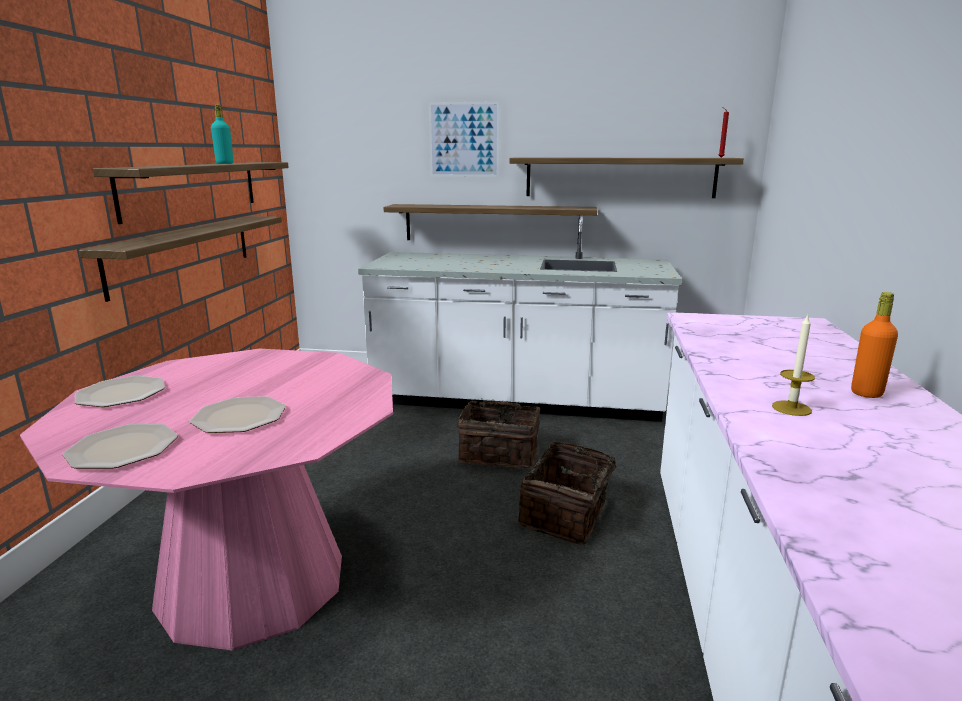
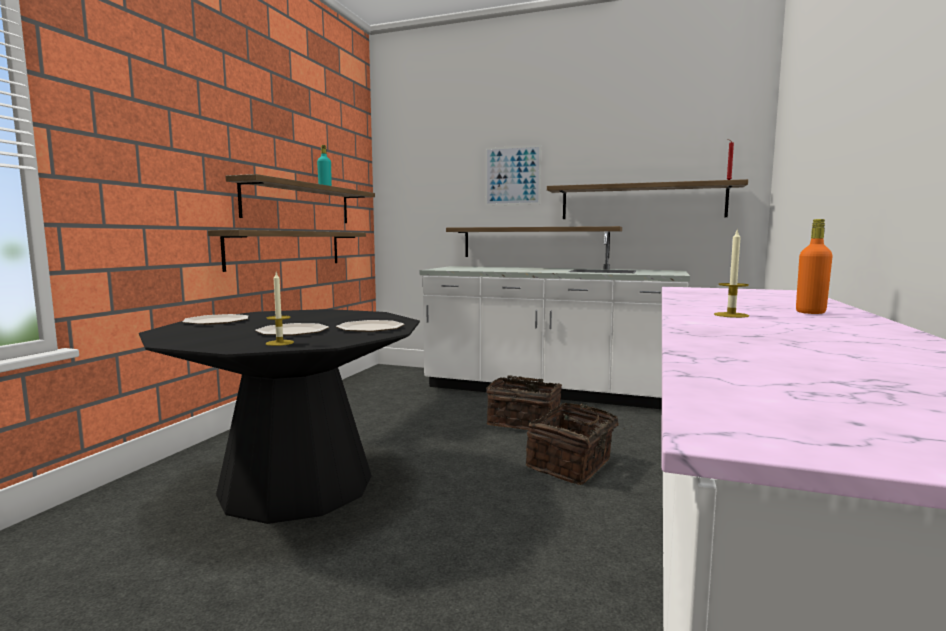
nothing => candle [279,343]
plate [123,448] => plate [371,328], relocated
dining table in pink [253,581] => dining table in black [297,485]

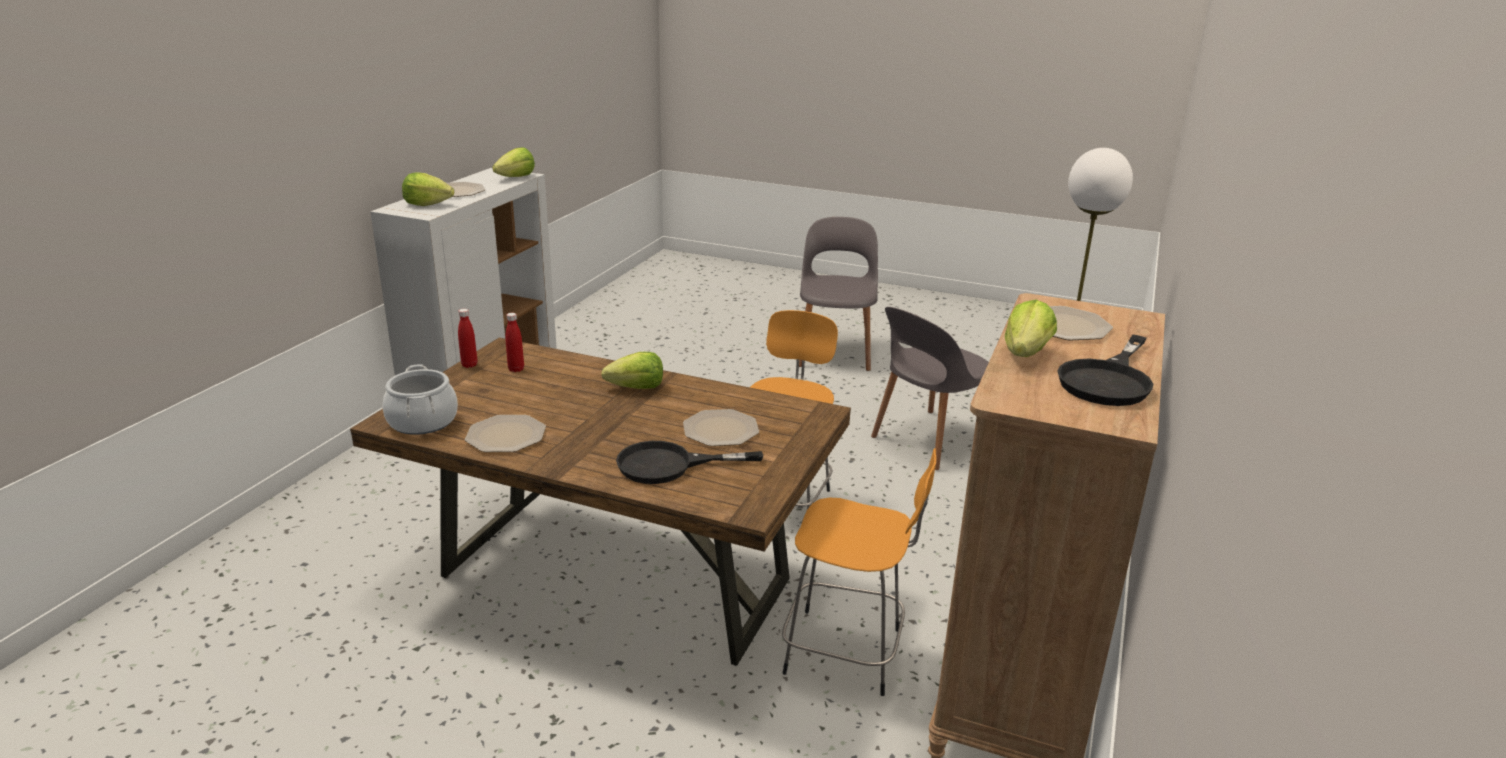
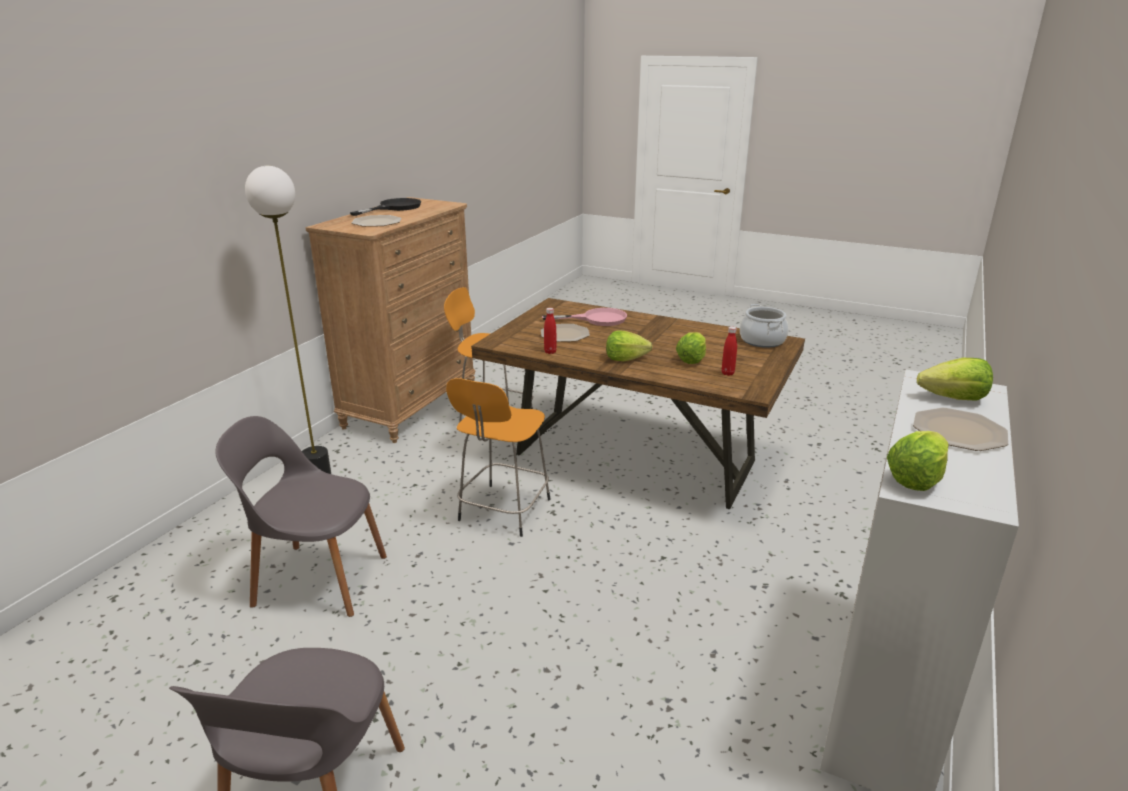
plate [506,436] => nothing
bottle in red [469,365] => bottle in red [550,352], relocated
lettuce [1025,353] => lettuce [692,359], relocated
frying pan in black [669,465] => frying pan in pink [596,319]
chair in grey [929,440] => chair in grey [317,579], 135 degrees counterclockwise

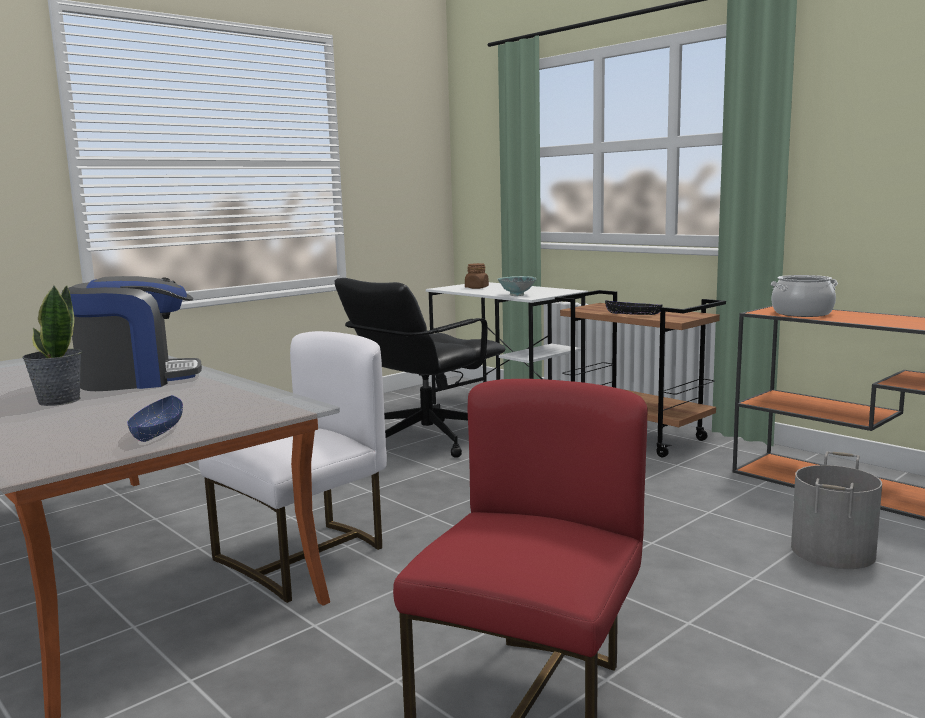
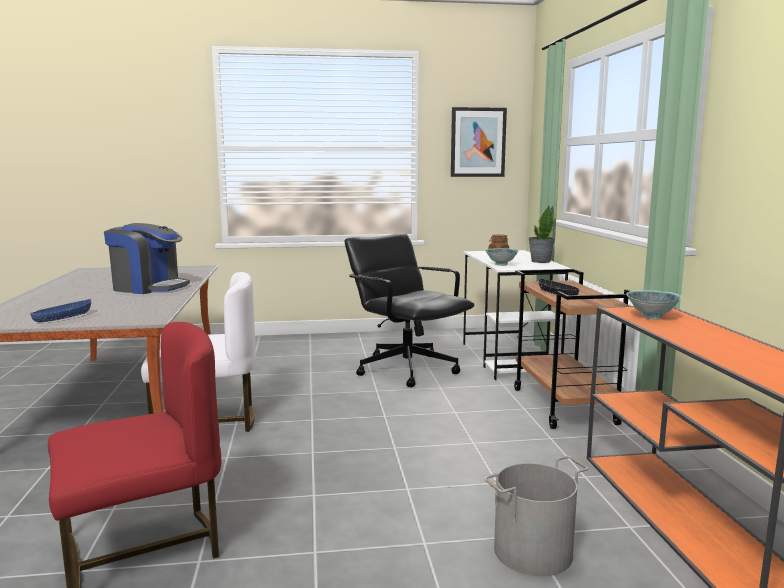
nothing => picture [478,142]
potted plant [58,401] => potted plant [540,261], relocated
cooking pot [802,313] => bowl [651,317]
office chair in black [425,440] => office chair in black [406,369], 60 degrees clockwise

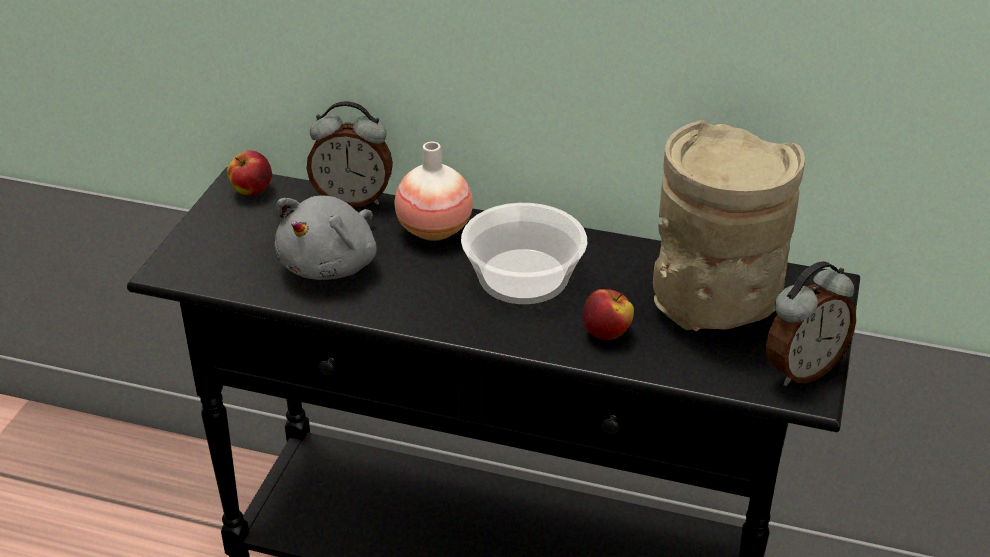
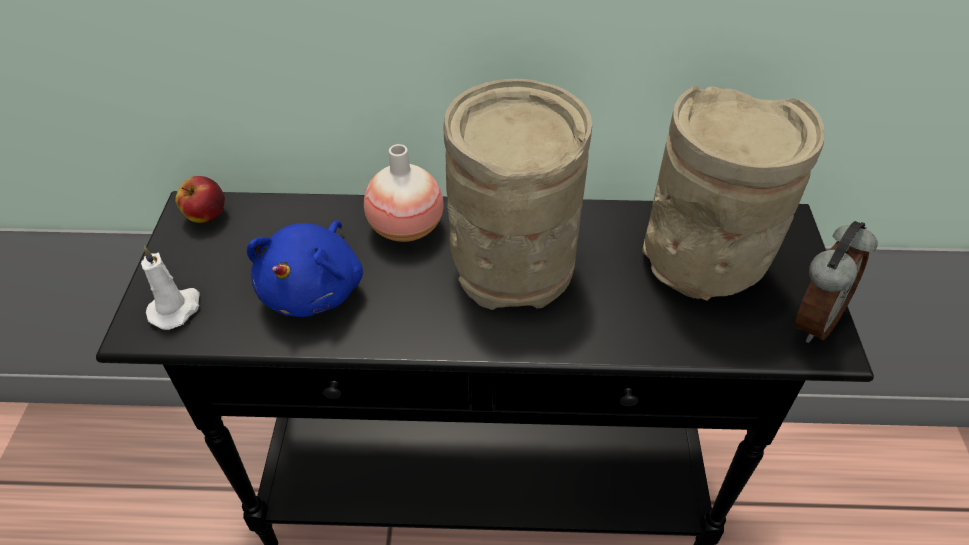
alarm clock [353,199] => nothing
apple [606,333] => nothing
nothing => candle in white [176,309]
bowl [524,275] => vase in beige [512,264]
plush toy in grey [332,265] => plush toy in blue [315,289]

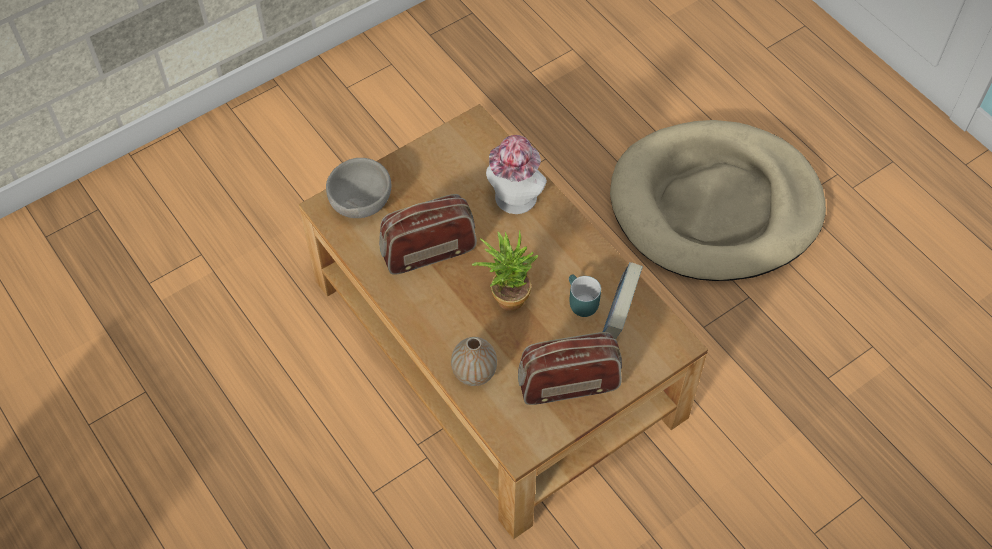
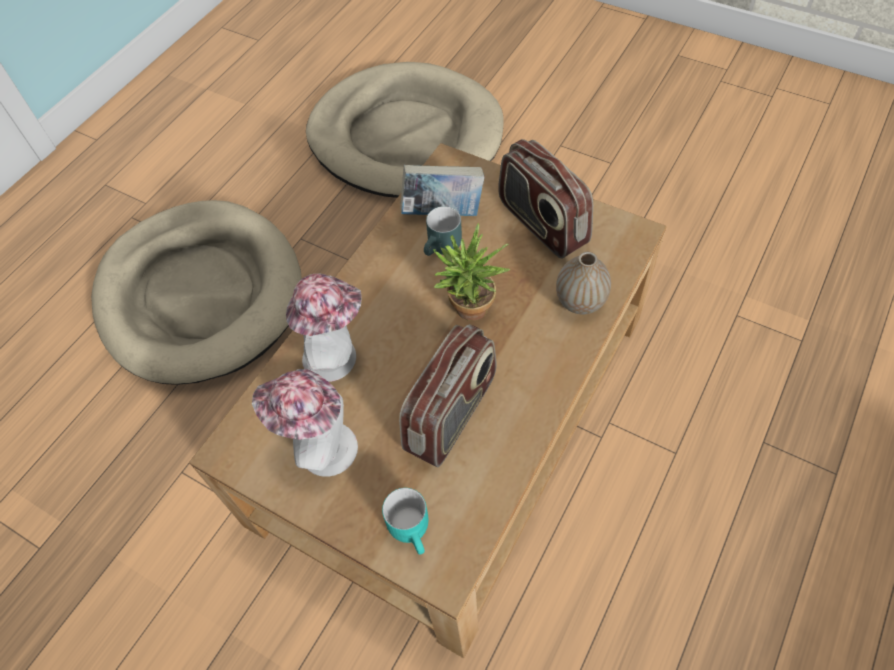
nothing => hat [320,448]
nothing => dog bed in beige [406,136]
bowl in grey [362,202] => mug in turquoise [414,529]
radio [428,251] => radio [452,414], 105 degrees counterclockwise

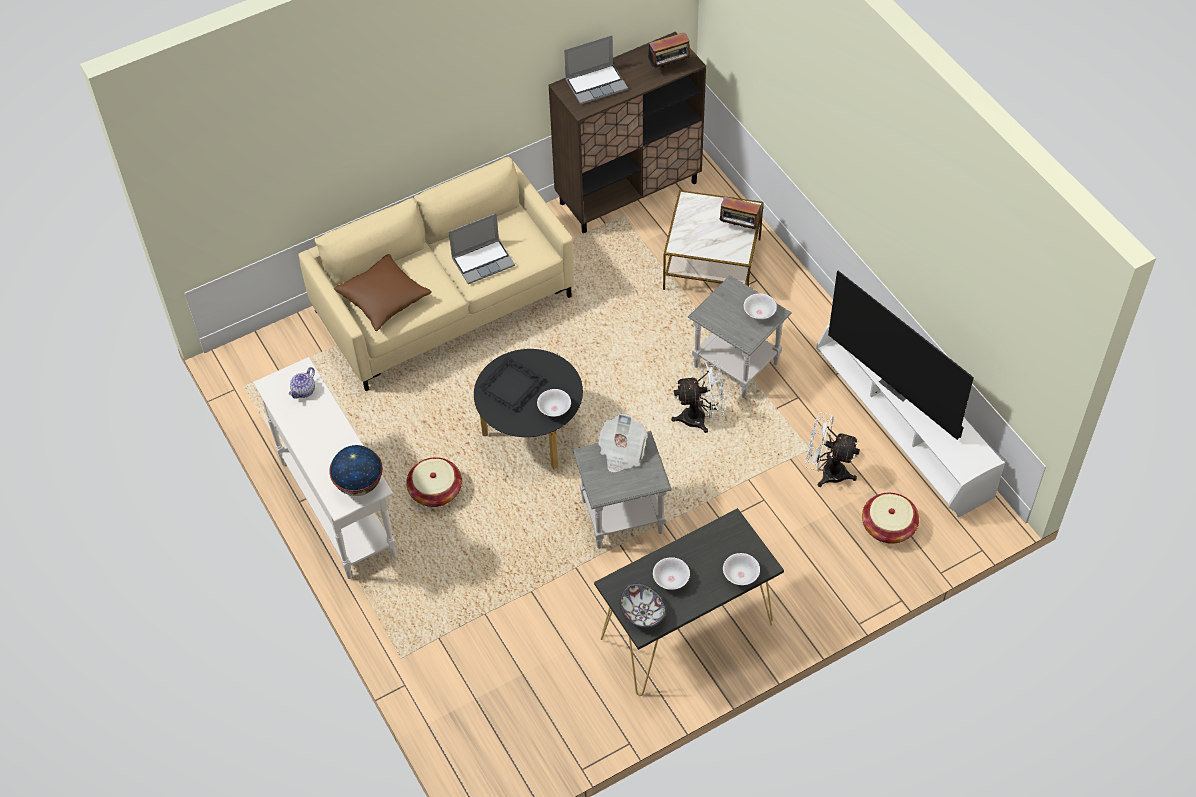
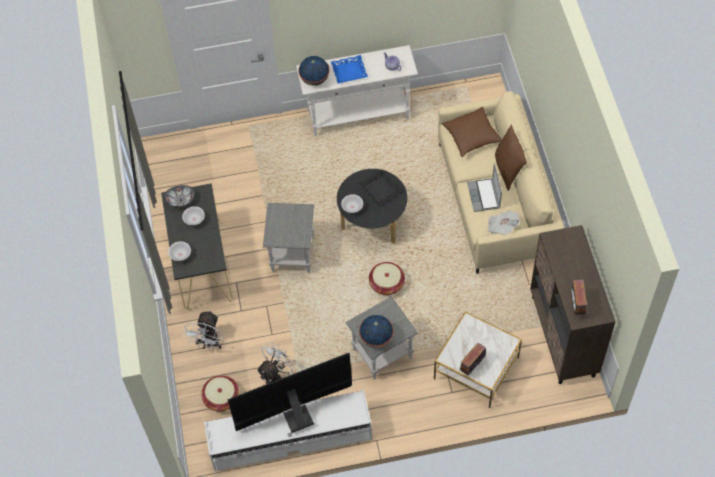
laptop [596,84] => nothing
nothing => tray in blue [349,71]
nothing => pillow in brown [508,170]
basket [435,491] => basket [386,283], relocated
newspaper [621,452] => newspaper [501,227], relocated
fan in white [700,417] => fan in white [209,343], relocated
bowl in white [759,313] => globe [376,338]

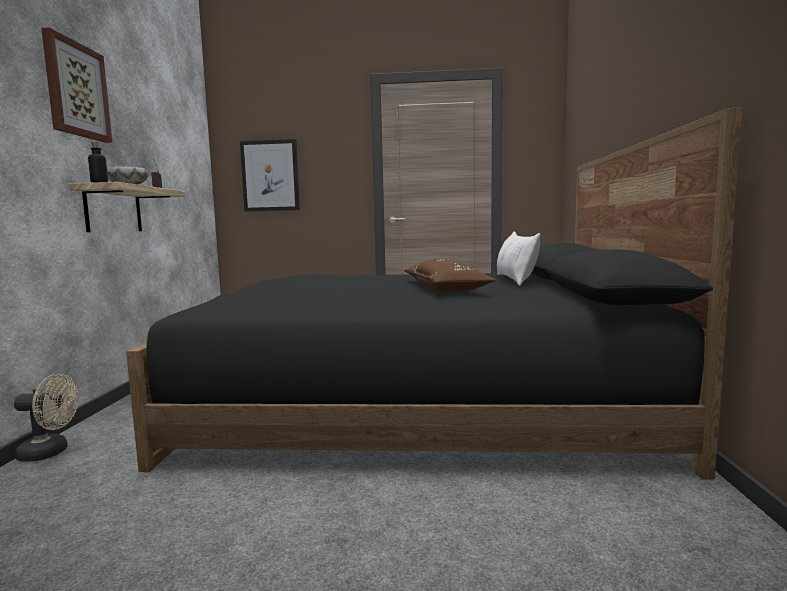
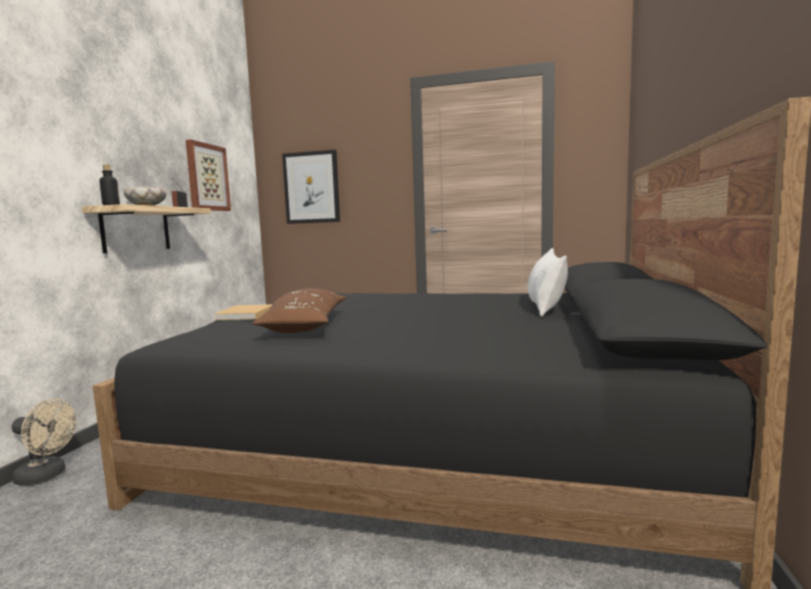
nothing => book in beige [245,315]
picture [76,90] => picture [207,177], relocated
pillow in brown [445,289] => pillow in brown [306,325], relocated

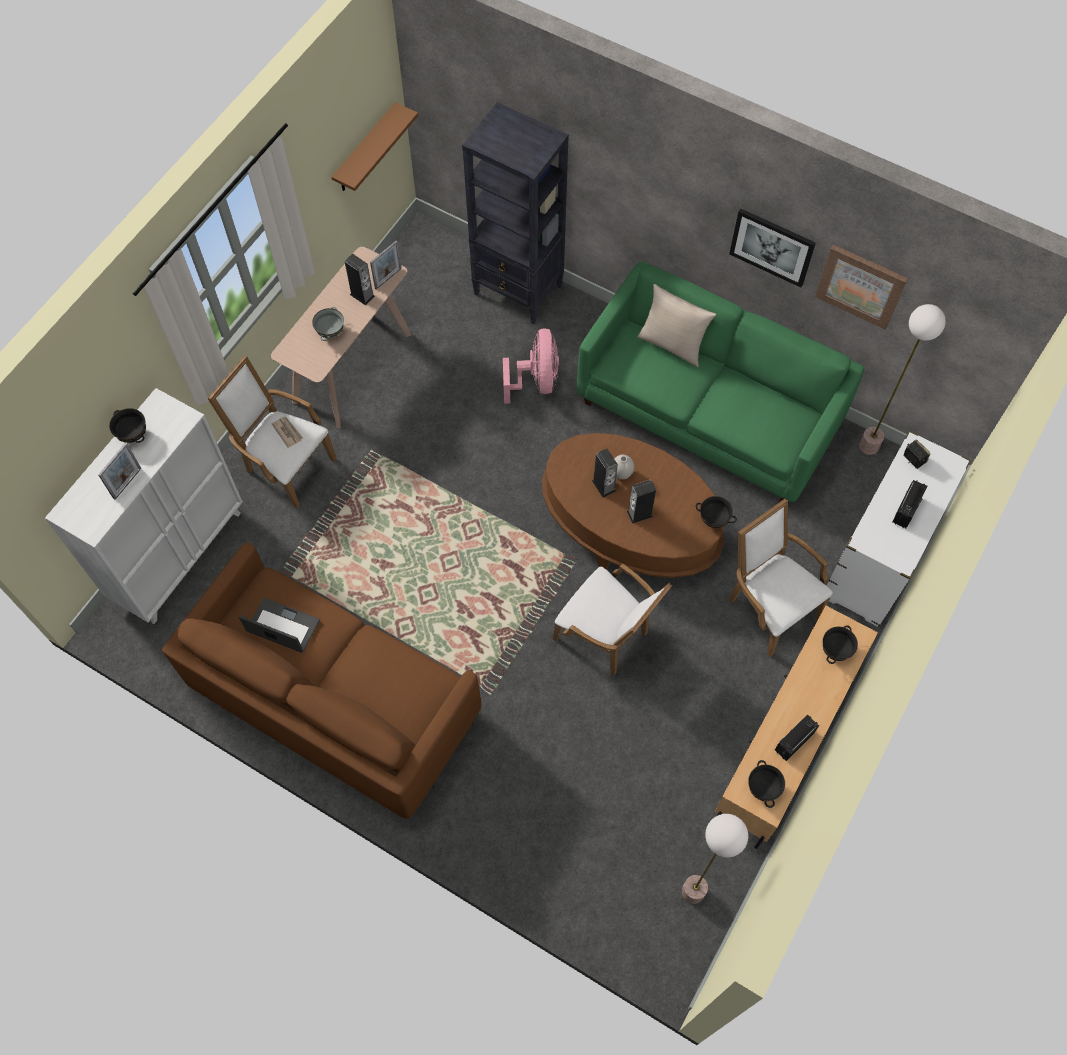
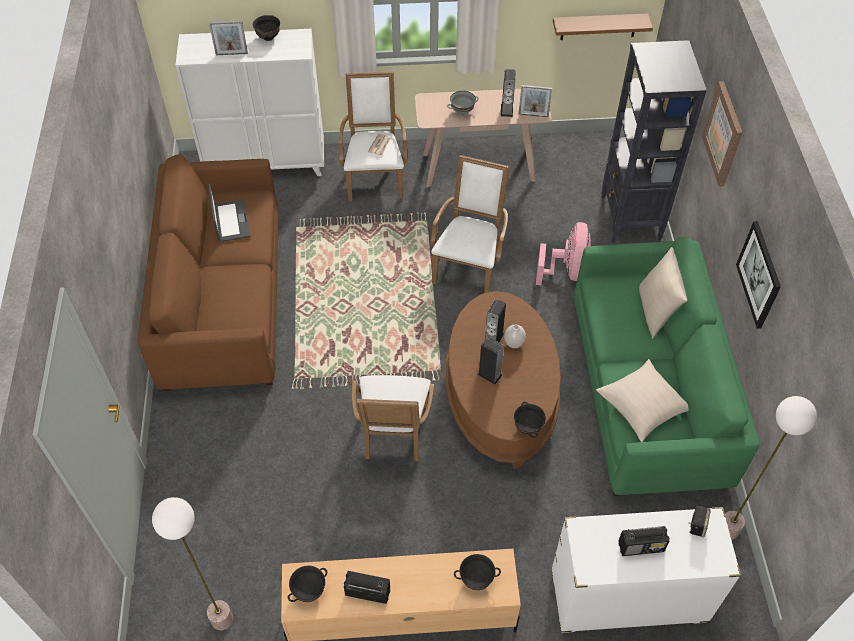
nothing => pillow in beige [642,406]
armchair in white [768,606] => armchair in white [469,265], relocated
picture [861,285] => picture [724,134], relocated
fan in pink [536,381] => fan in pink [566,271], 45 degrees counterclockwise

